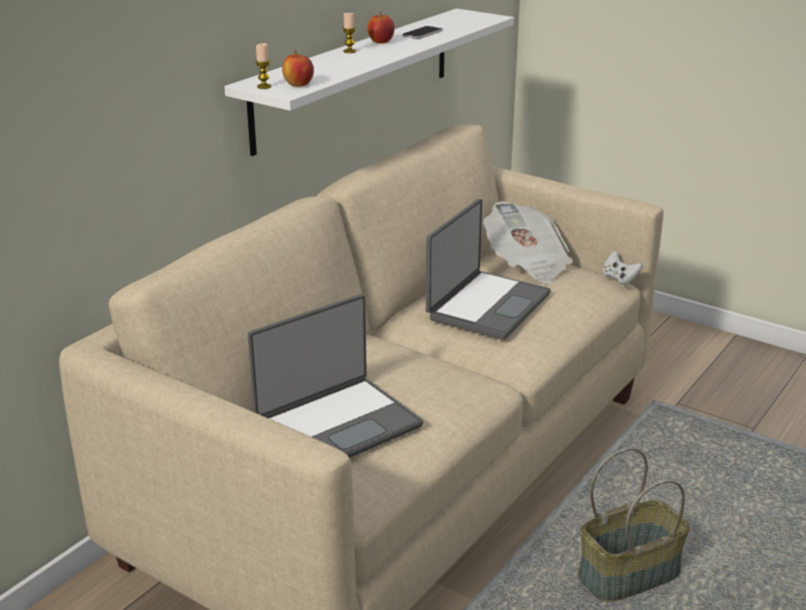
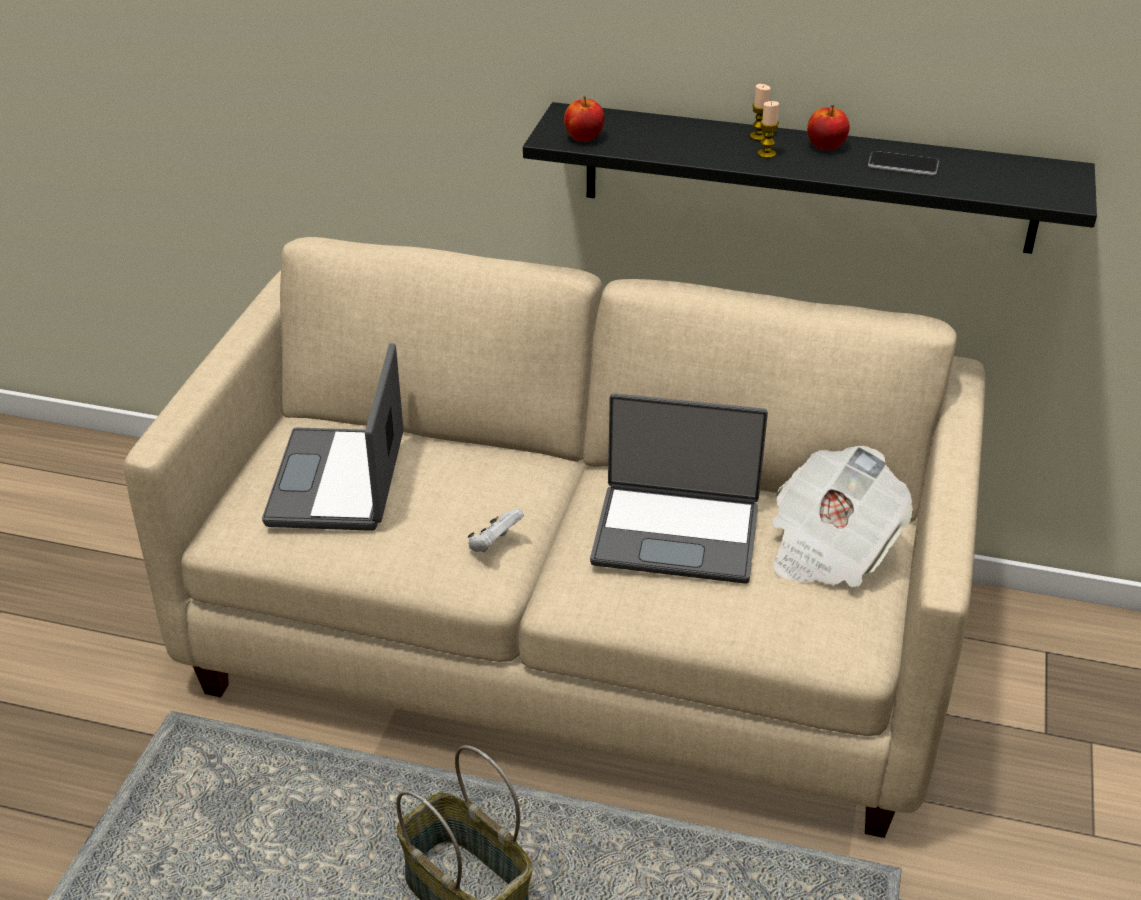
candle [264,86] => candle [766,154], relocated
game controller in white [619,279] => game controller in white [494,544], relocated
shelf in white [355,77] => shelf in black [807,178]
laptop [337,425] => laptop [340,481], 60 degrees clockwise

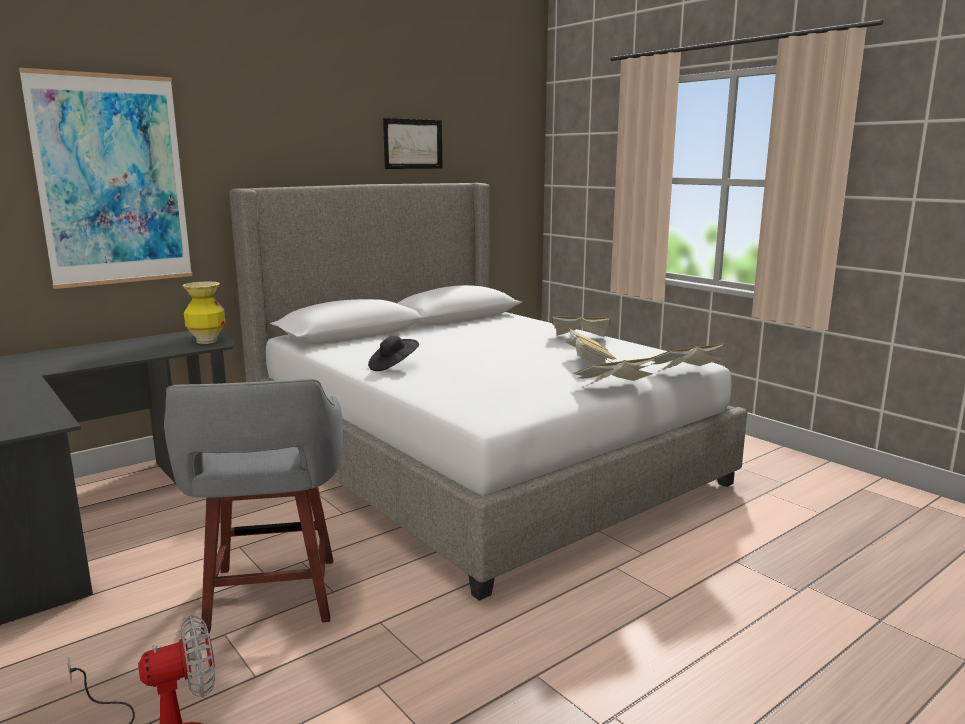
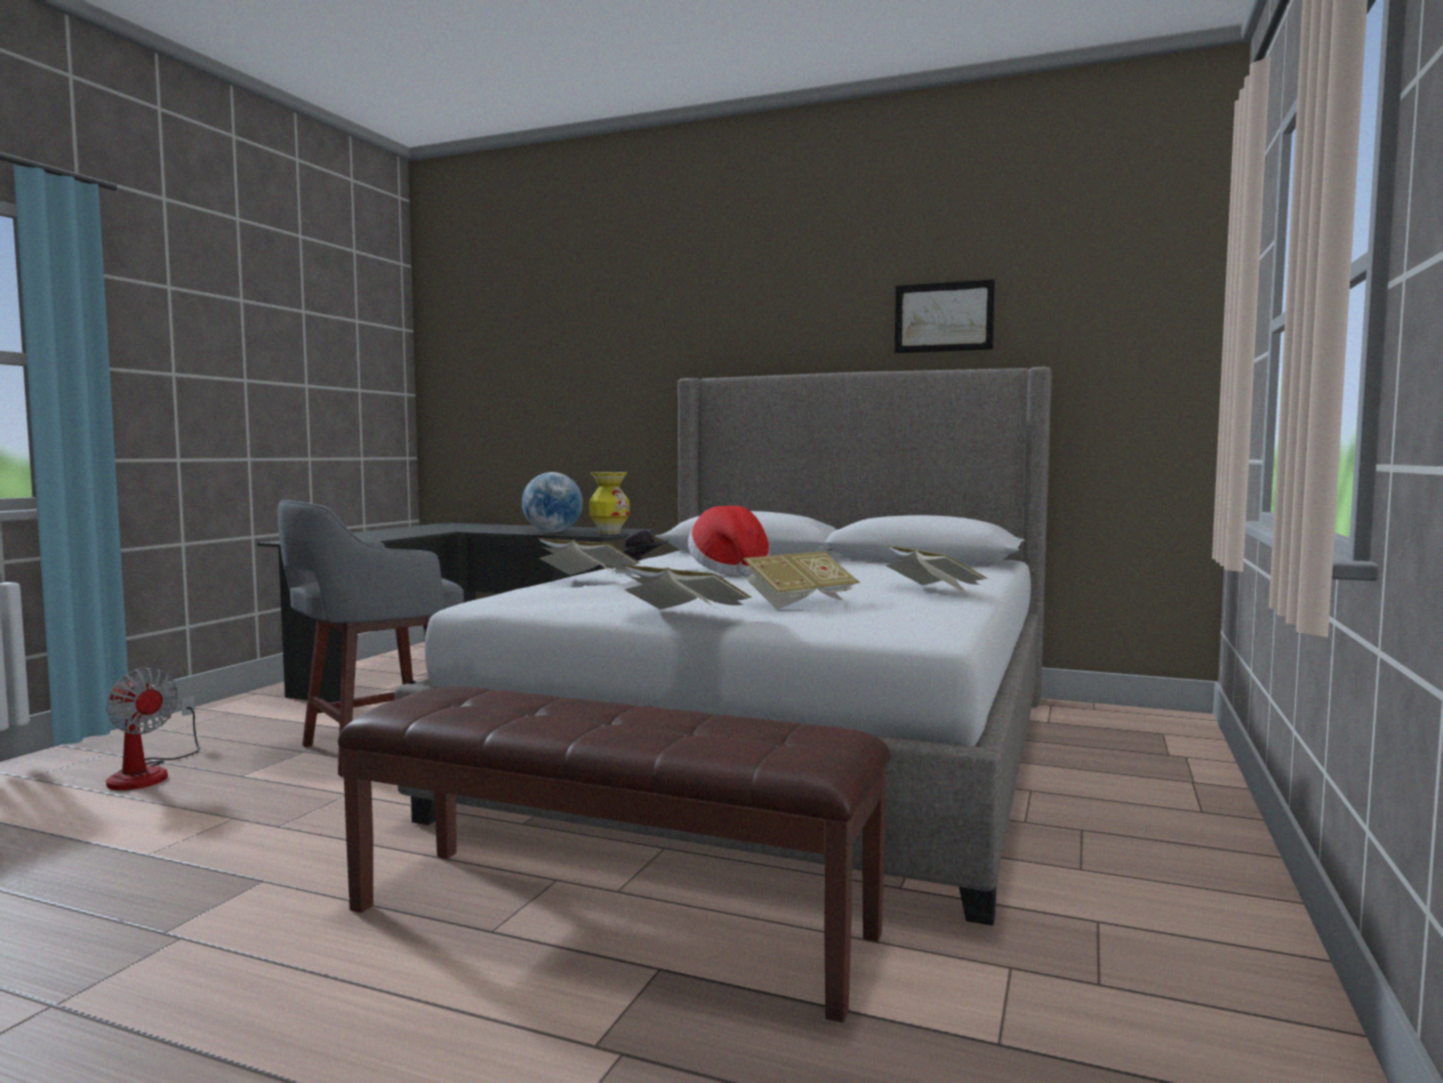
picture [112,181] => nothing
nothing => bench in brown [611,920]
nothing => globe [552,532]
nothing => hat [729,571]
book [685,372] => book [586,579], relocated

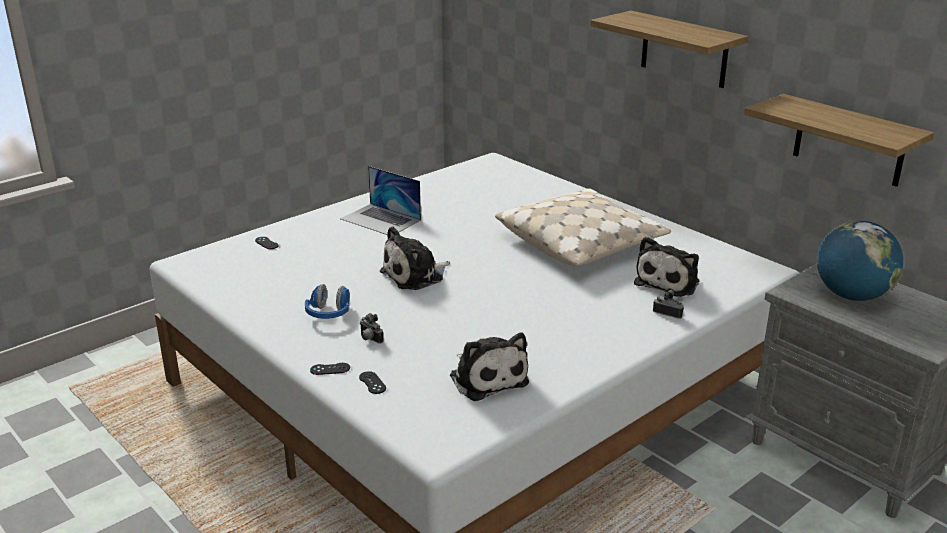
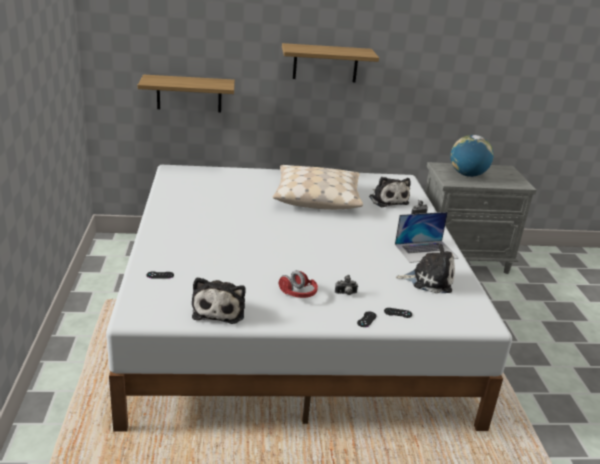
laptop [381,219] => laptop [426,251], relocated
plush toy [415,275] => plush toy [220,309], relocated
shelf [849,141] => shelf [189,93], relocated
headphones in blue [329,314] => headphones in red [297,293]

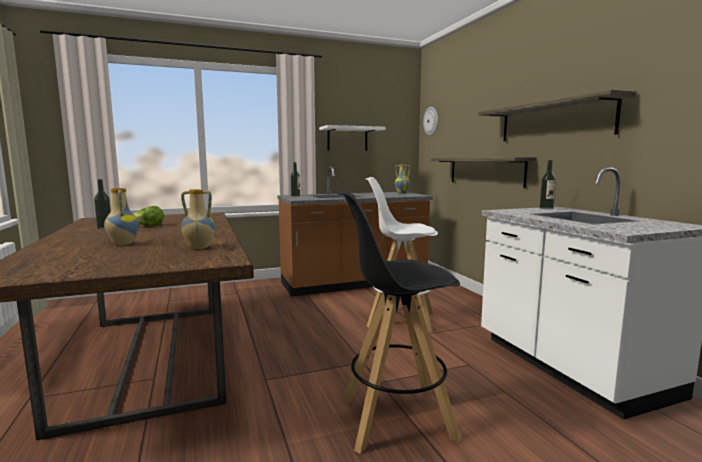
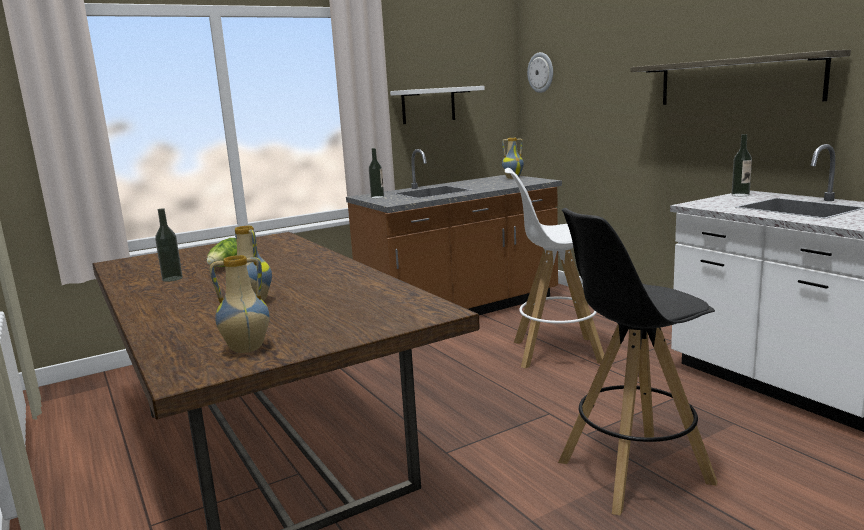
shelf [485,171] => nothing
vase [199,248] => vase [246,349], relocated

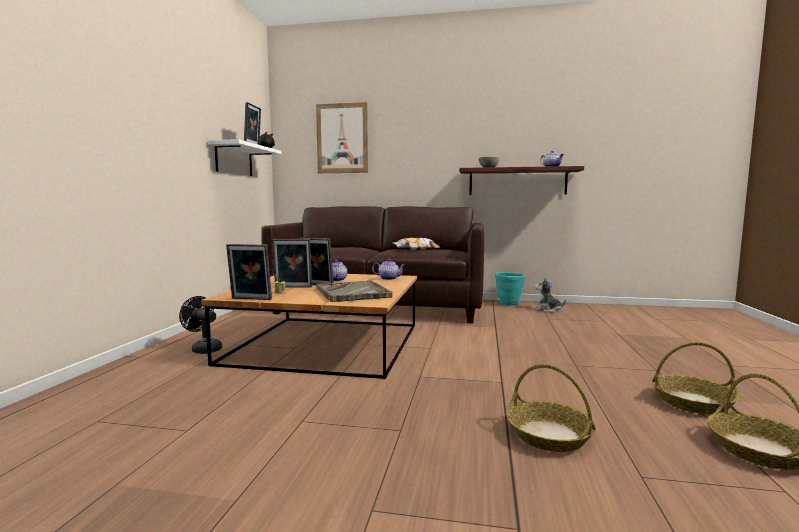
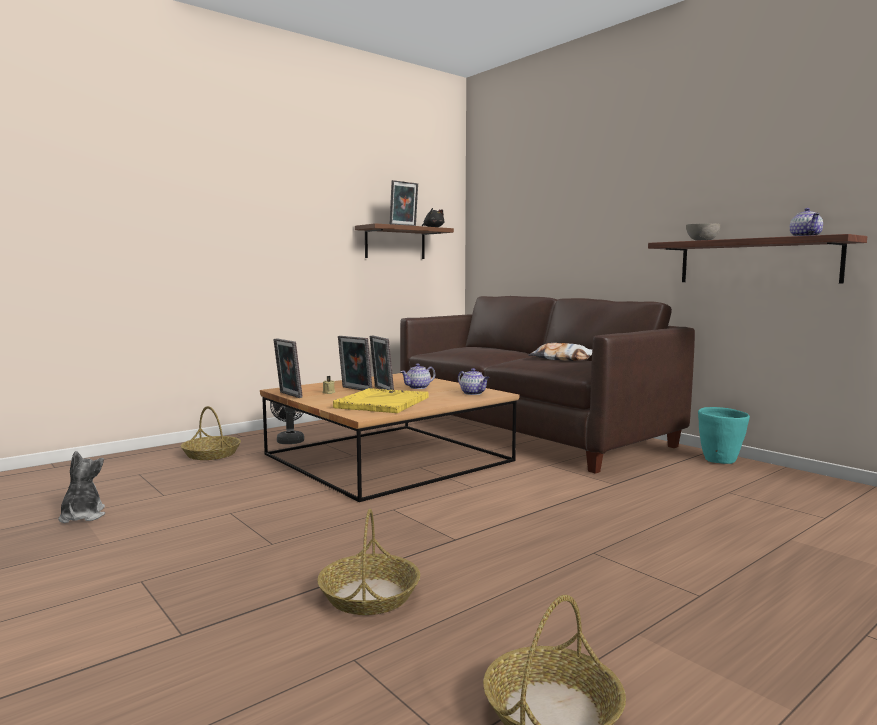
picture [342,138] => nothing
plush toy [547,310] => plush toy [82,516], relocated
basket [692,402] => basket [212,454], relocated
shelf in white [234,160] => shelf in brown [395,243]
tray in grey [352,293] => tray in yellow [381,403]

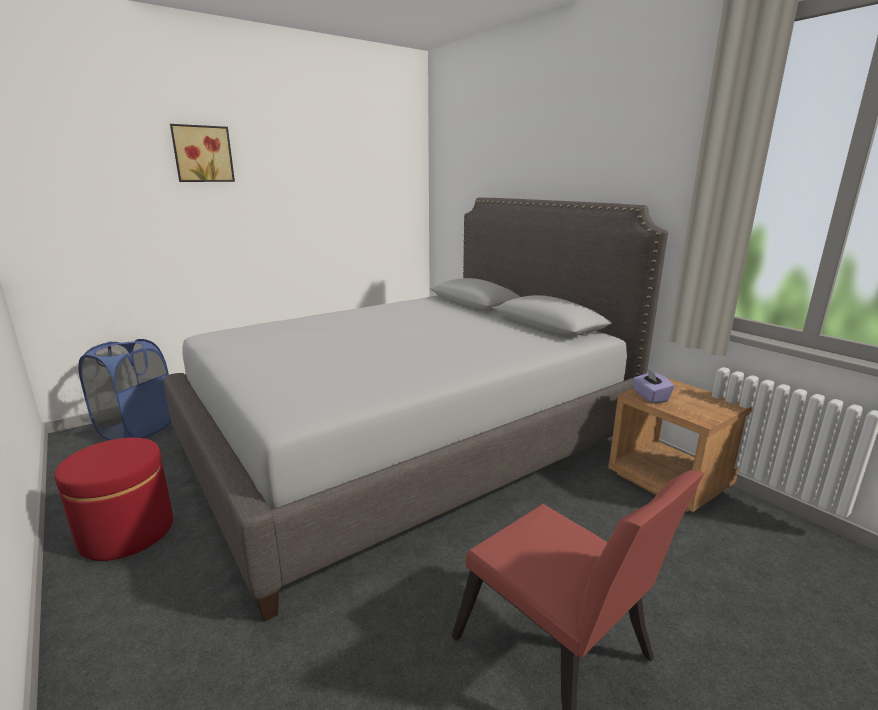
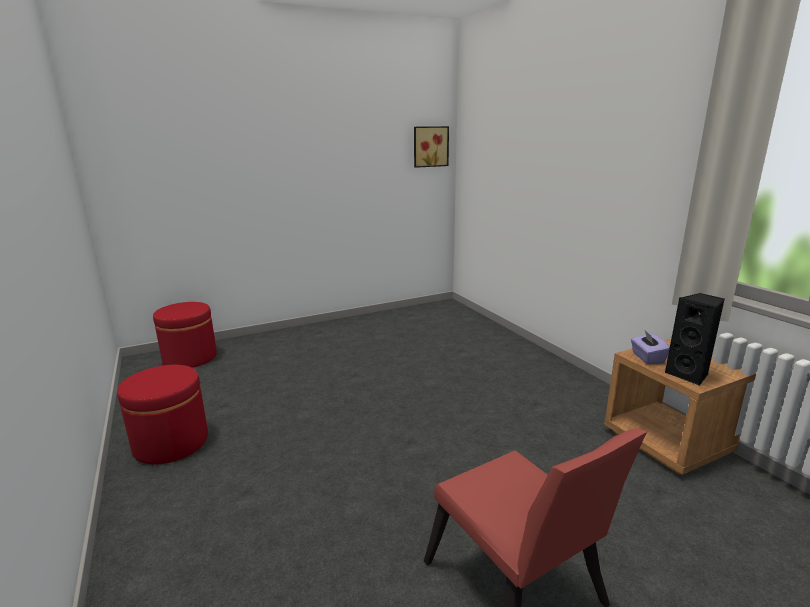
bed in grey [408,445] => nothing
nothing => speaker in black [689,375]
picture [202,154] => picture [430,146], relocated
laundry basket in blue [137,429] => ottoman in red [190,358]

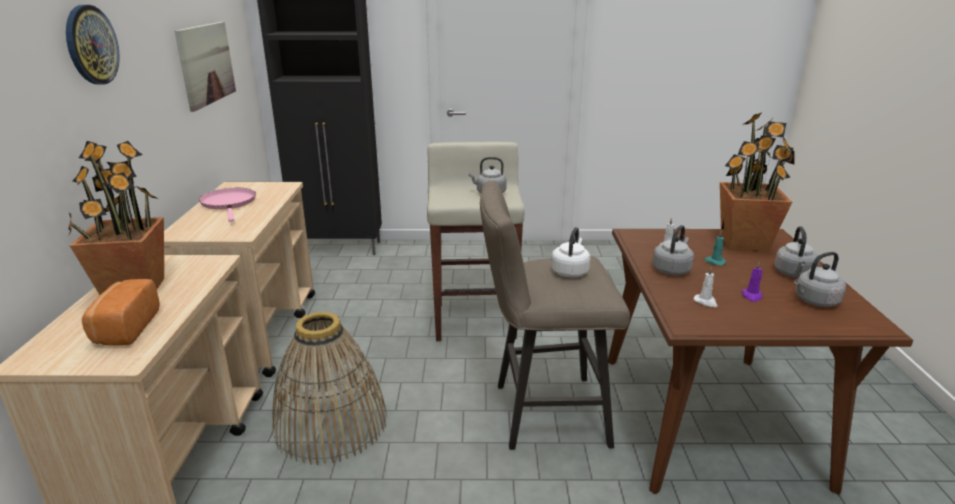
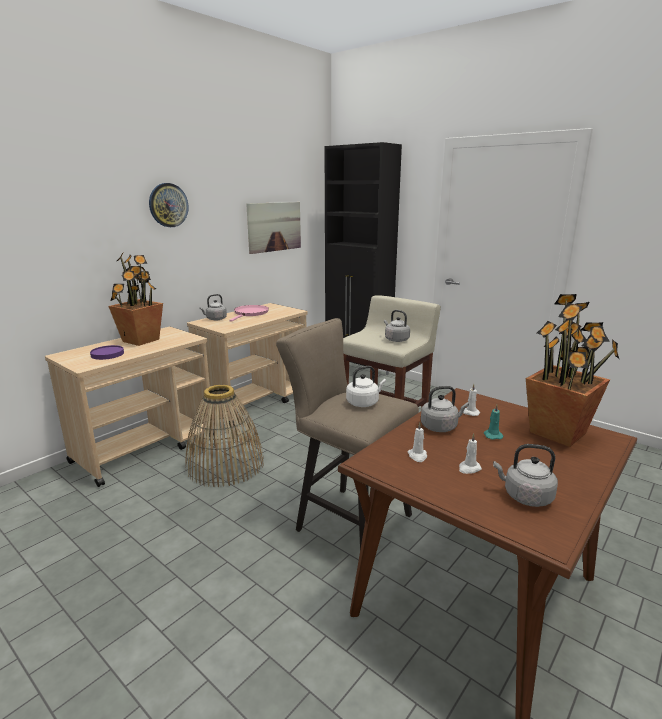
kettle in grey [794,274] => kettle in grey [215,319], relocated
bread [124,328] => plate in purple [107,354]
candle in purple [751,296] => candle in white [469,468]

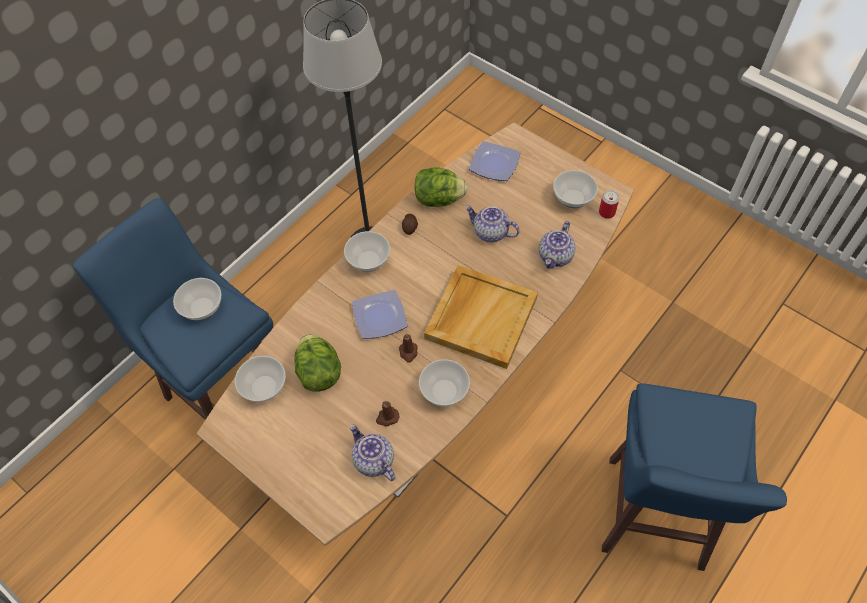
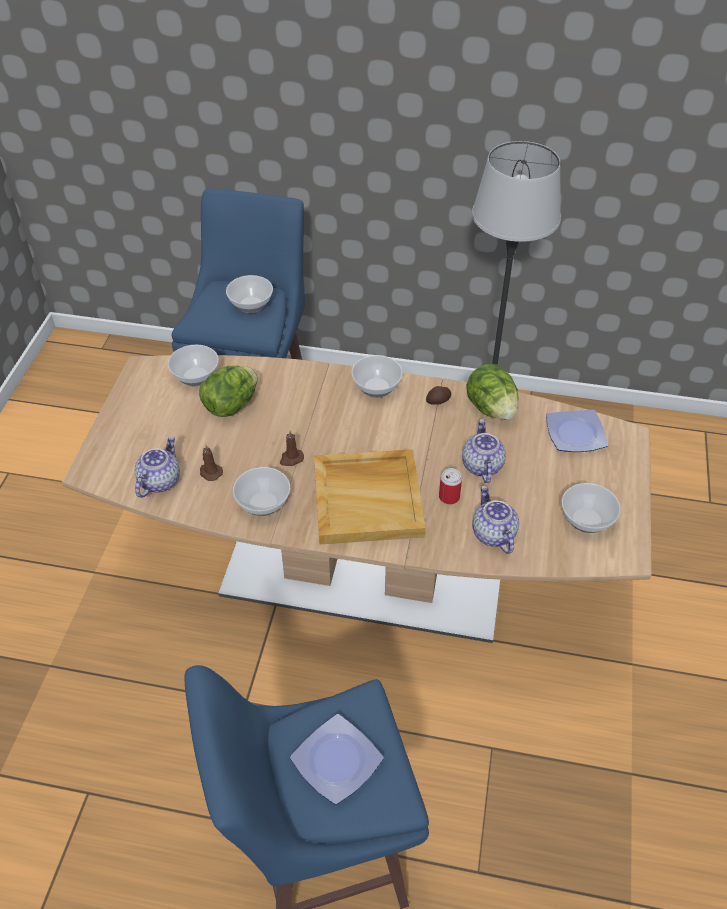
plate [380,316] => plate [338,761], relocated
can [606,212] => can [449,497], relocated
teapot [556,256] => teapot [492,534], 75 degrees clockwise

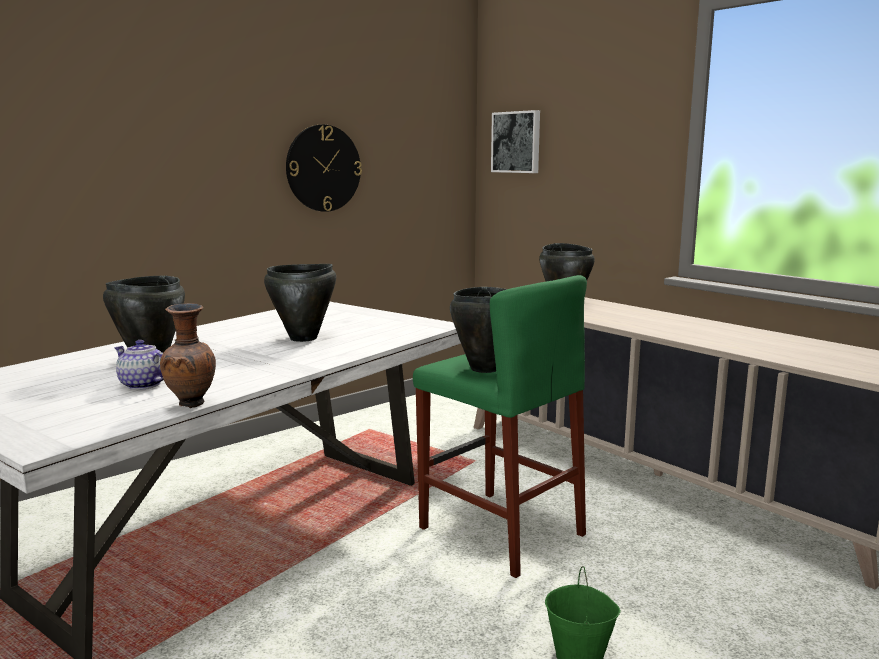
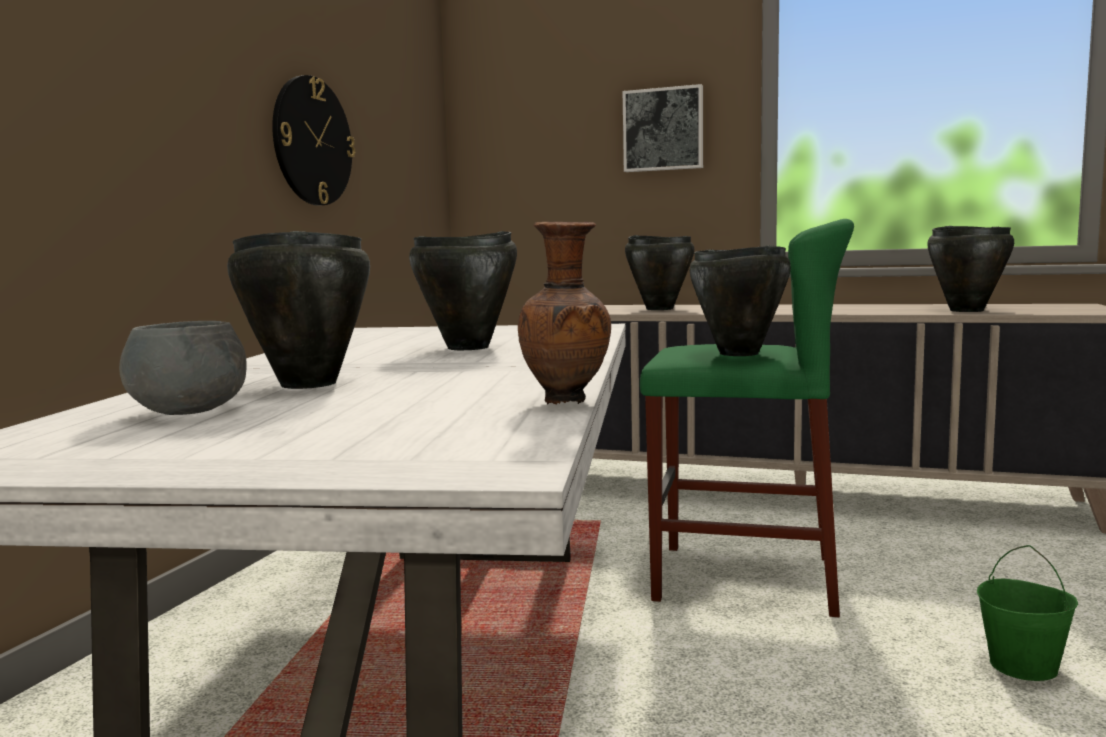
teapot [142,385] => nothing
nothing => bowl in grey [191,411]
nothing => cooking pot in black [967,310]
picture [517,142] => picture [663,129], relocated

